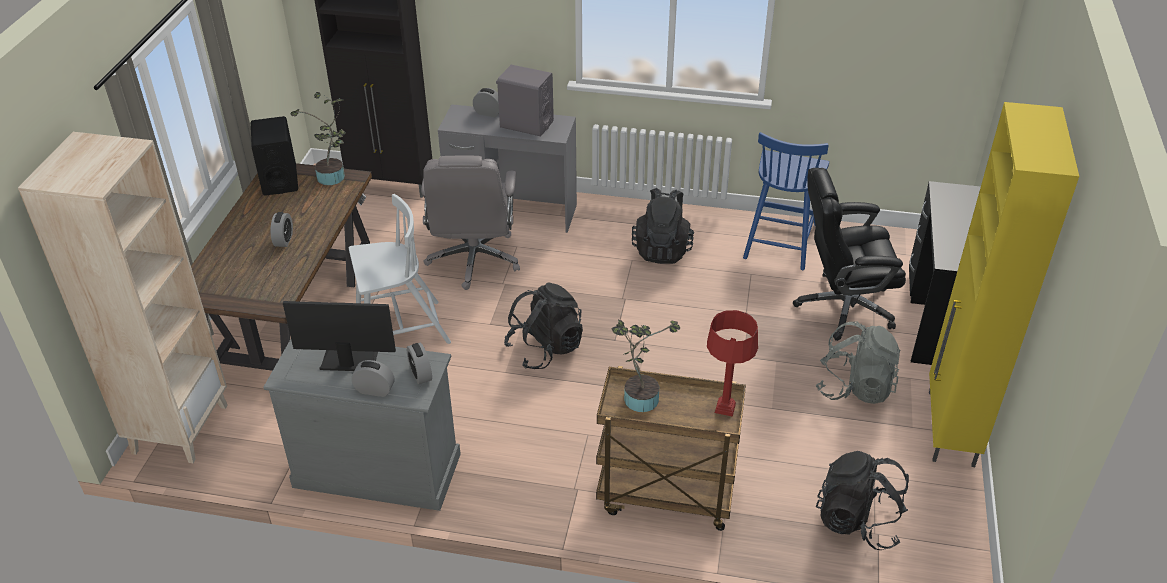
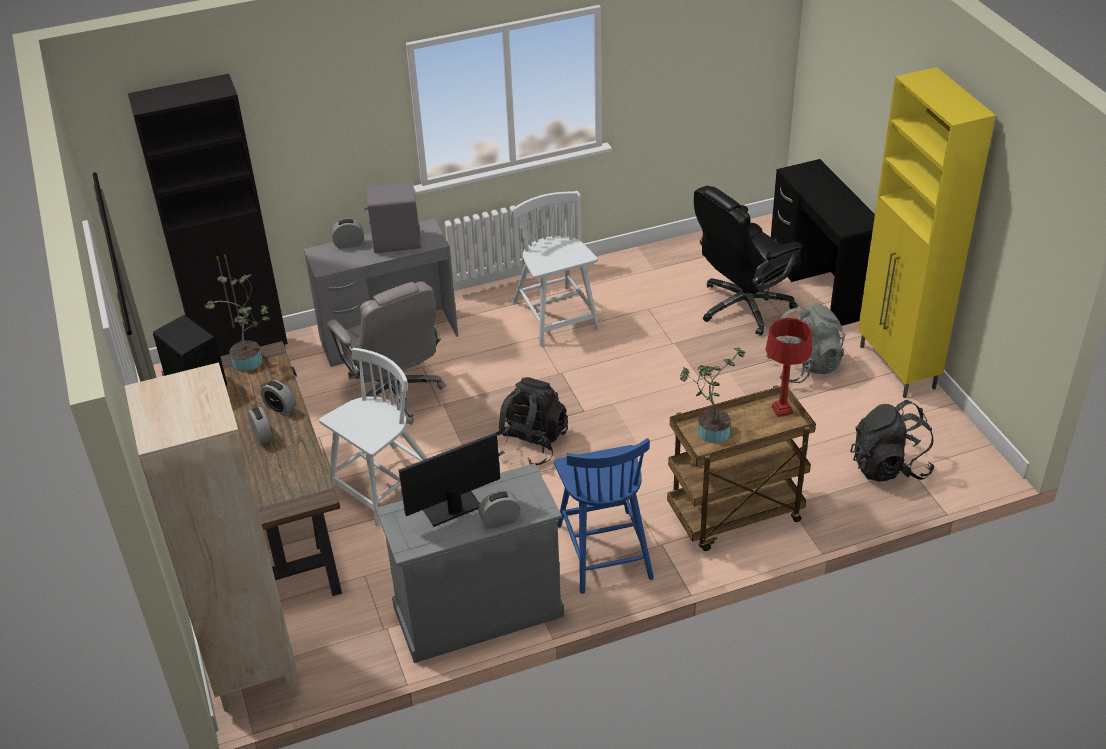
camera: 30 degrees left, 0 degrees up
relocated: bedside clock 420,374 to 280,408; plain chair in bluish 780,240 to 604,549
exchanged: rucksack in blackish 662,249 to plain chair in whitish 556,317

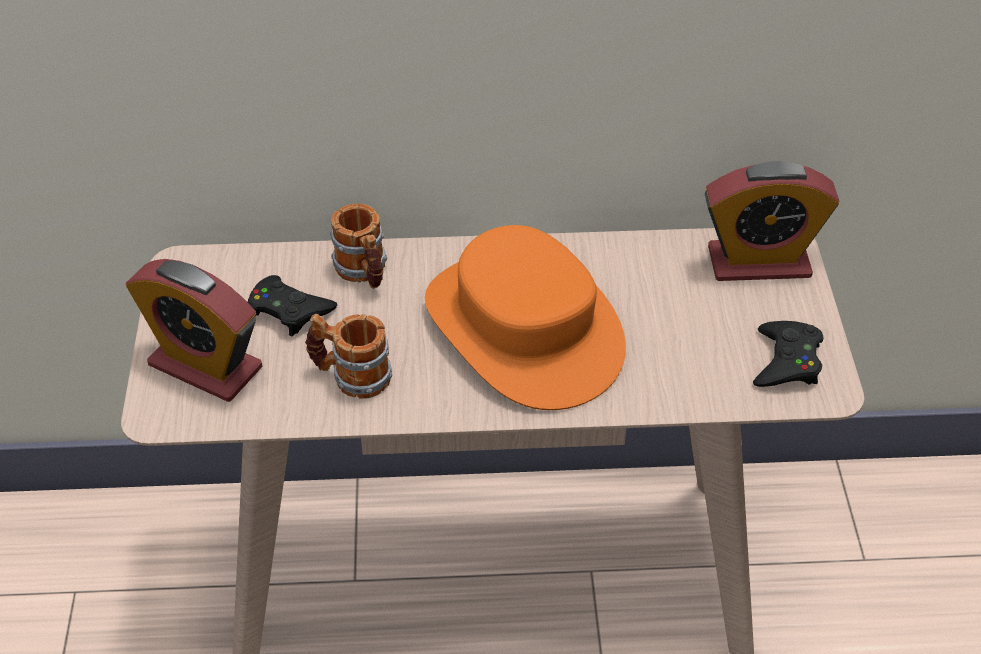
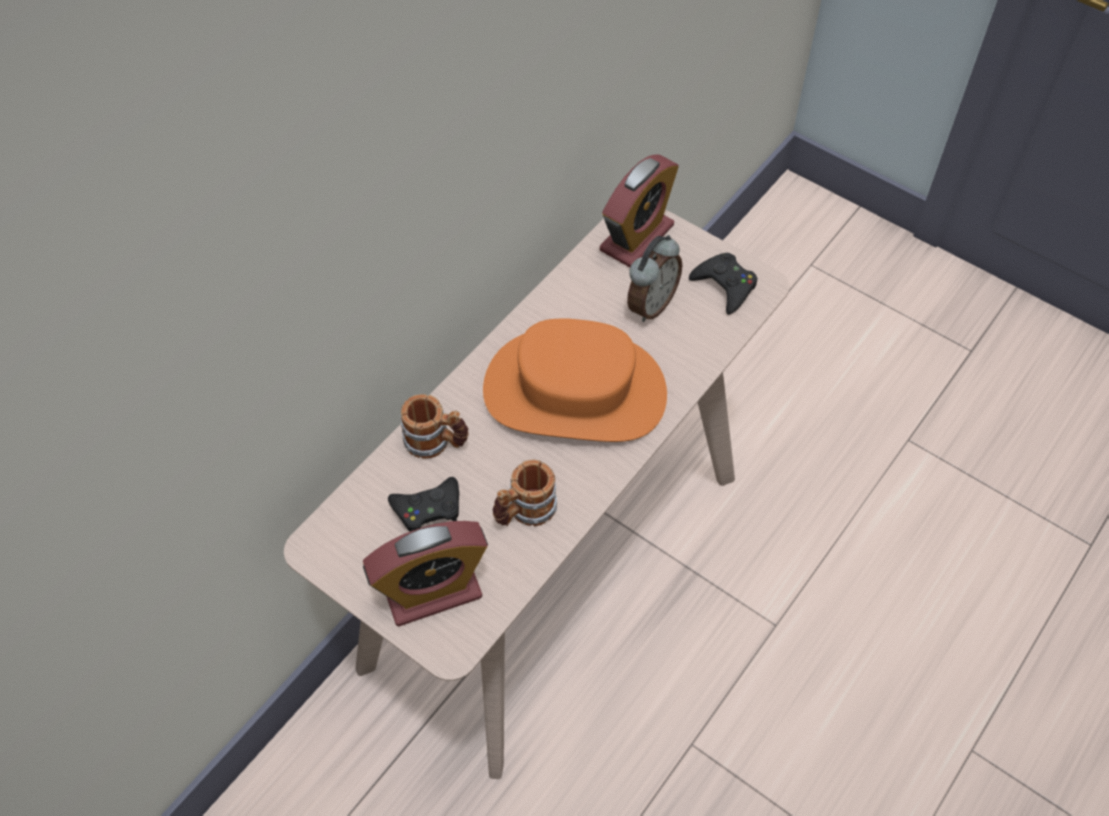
camera: 50 degrees left, 10 degrees up
appeared: bedside clock 650,304

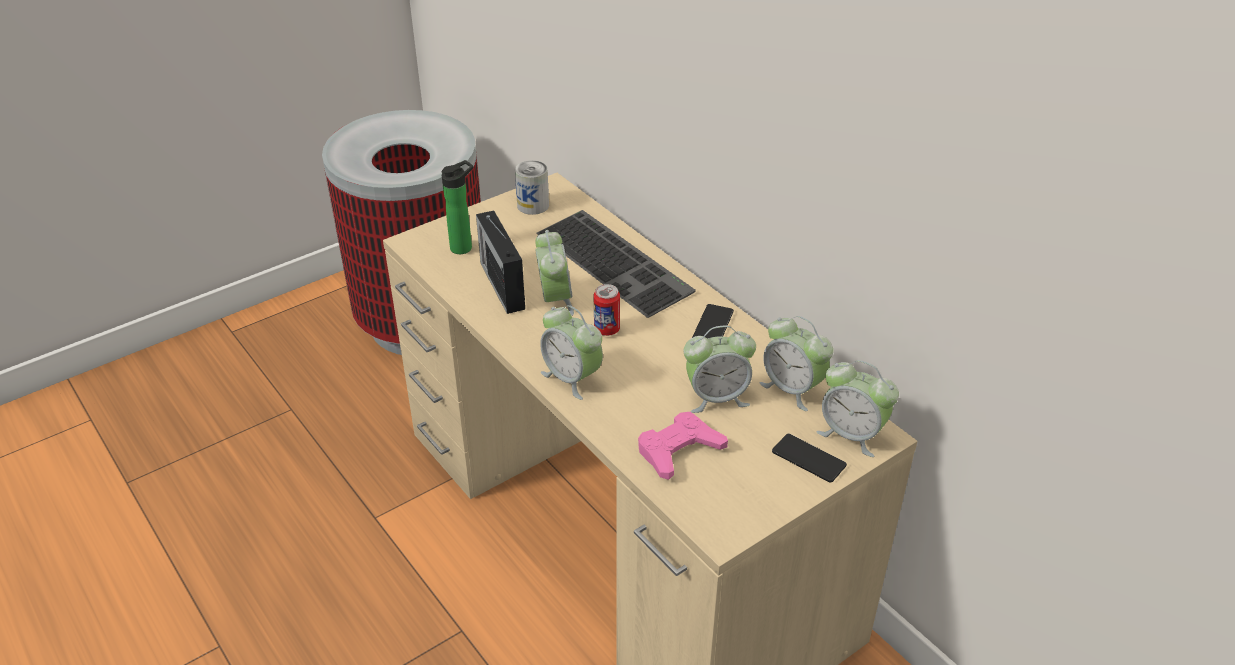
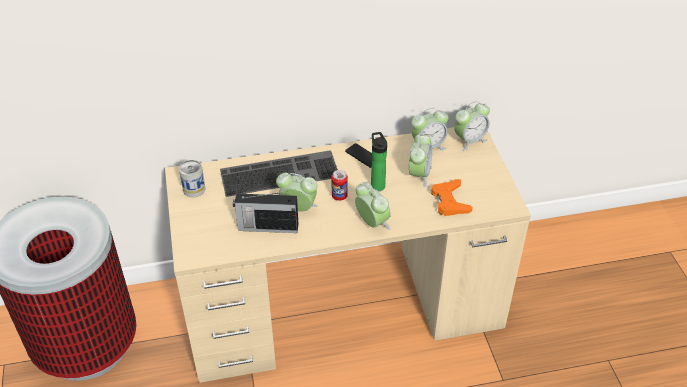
camera: 65 degrees left, 5 degrees up
missing: handset 808,459
relocated: beverage bottle 464,247 to 377,184
colour: game controller in pink 679,450 to game controller in orange-coloured 450,201
spun: bedside clock 572,378 = 372,223 105 degrees counterclockwise

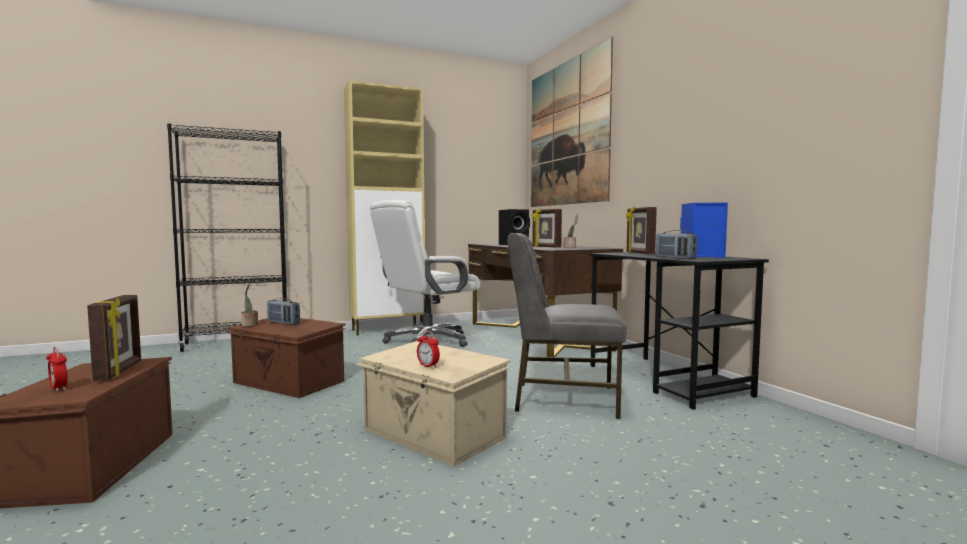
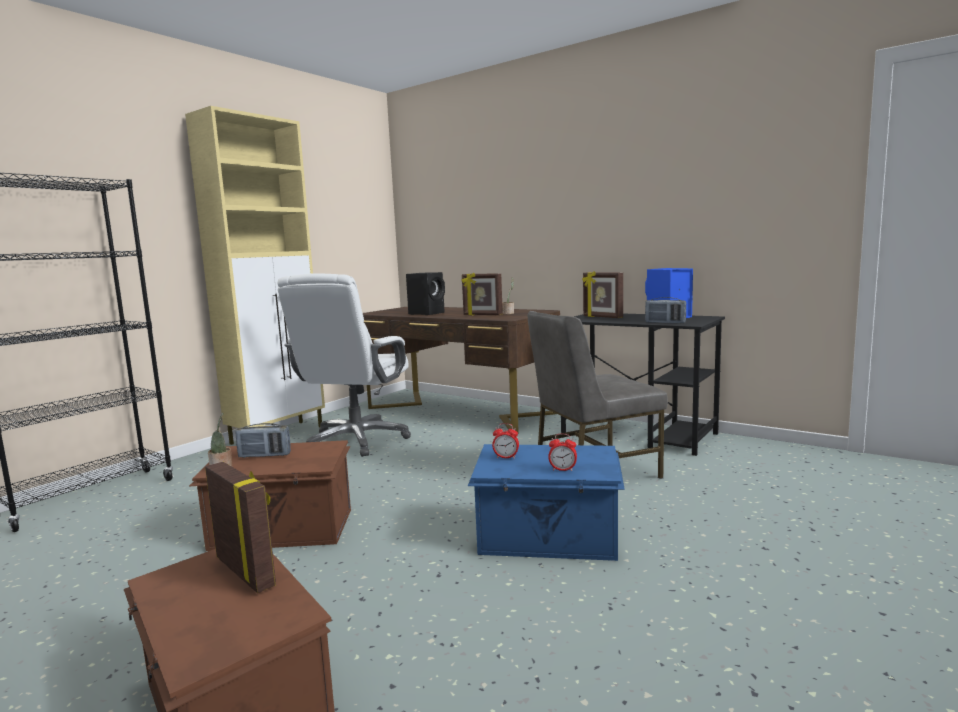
camera: 30 degrees left, 5 degrees up
missing: picture 567,133
relocated: bedside clock 58,388 to 506,457
colour: storage box in beige-coloured 433,434 to storage box in bluish 549,538

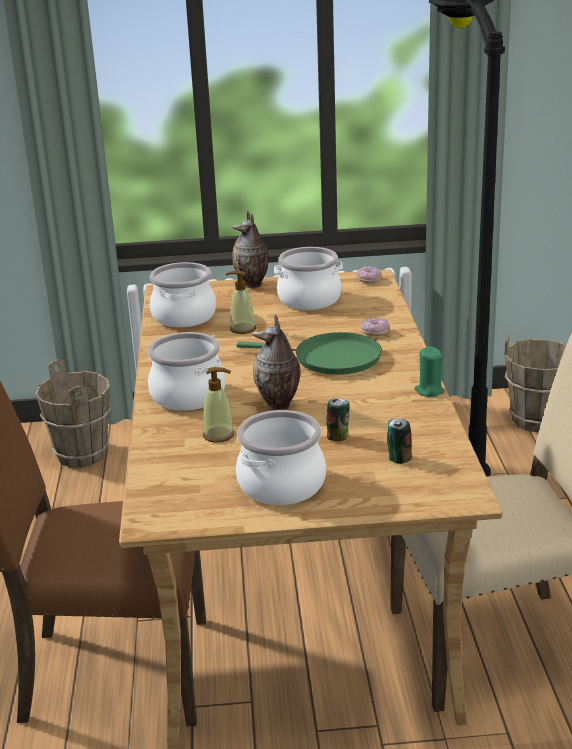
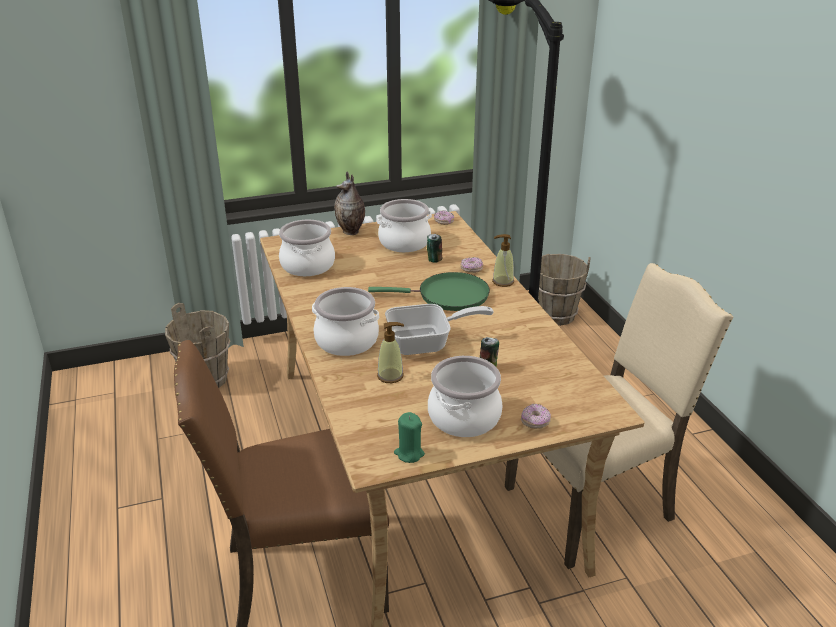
camera: 15 degrees left, 5 degrees up
appeared: doughnut 535,422
relocated: wax light in green 429,391 to 409,453; can 398,458 to 434,259; soap dispenser 242,329 to 502,282
exchanged: flower vase 279,405 to frying pan 427,343

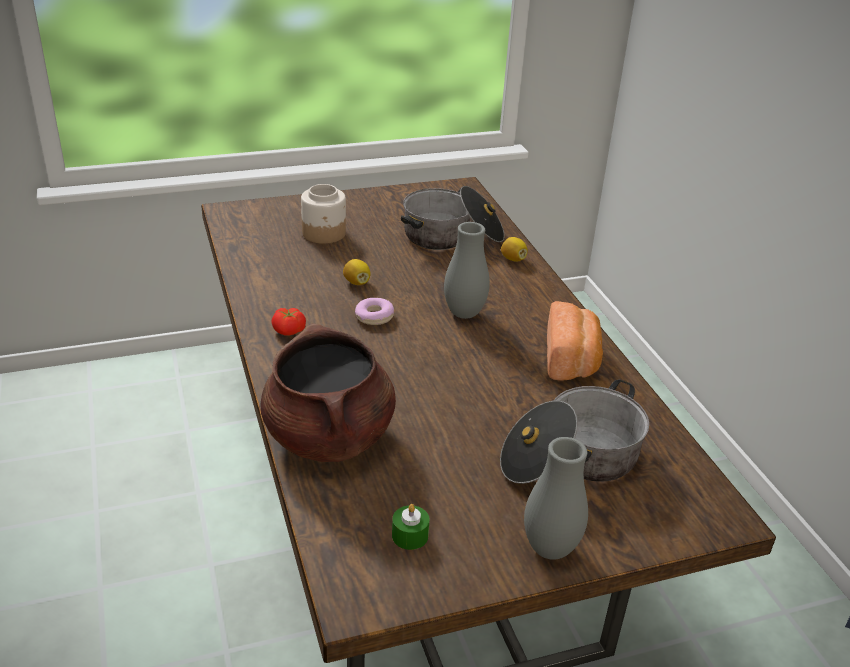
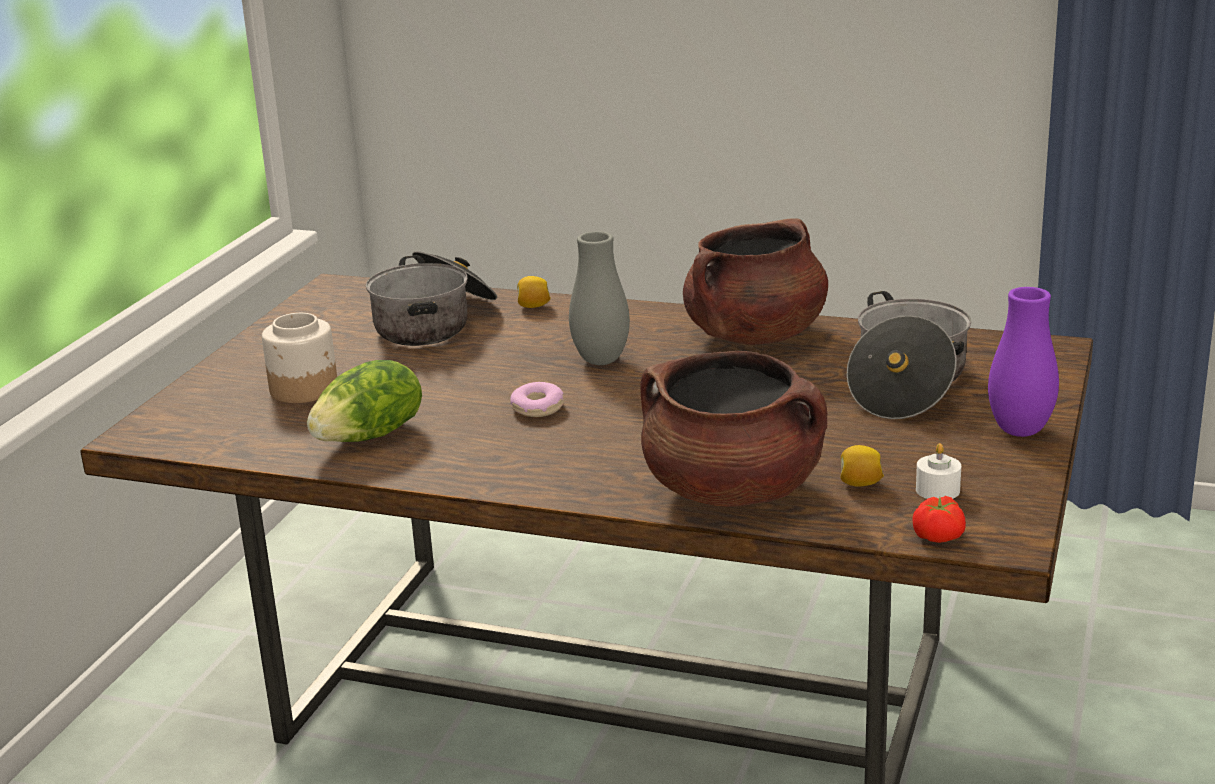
camera: 50 degrees left, 10 degrees down
appeared: lettuce head 371,436
relocated: citrus fruit 357,282 to 860,484; fresh tomato 289,331 to 939,536
exchanged: baked bread 571,360 to stockpot in brown-coloured 755,335
colour: wax light in green 410,535 to wax light in whitish 937,490; flower vase in gray 550,548 to flower vase in purplish 1020,431

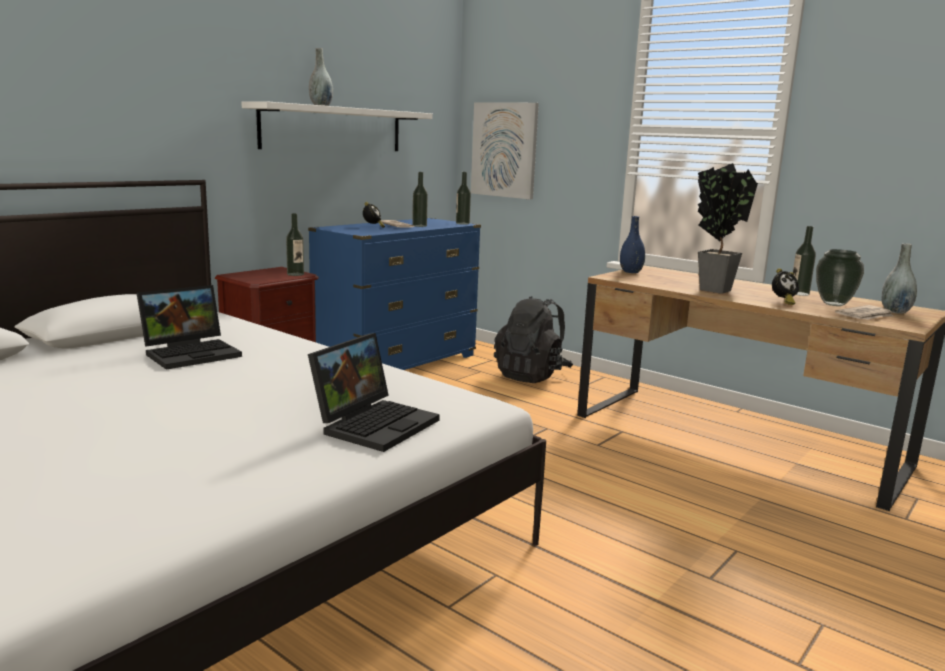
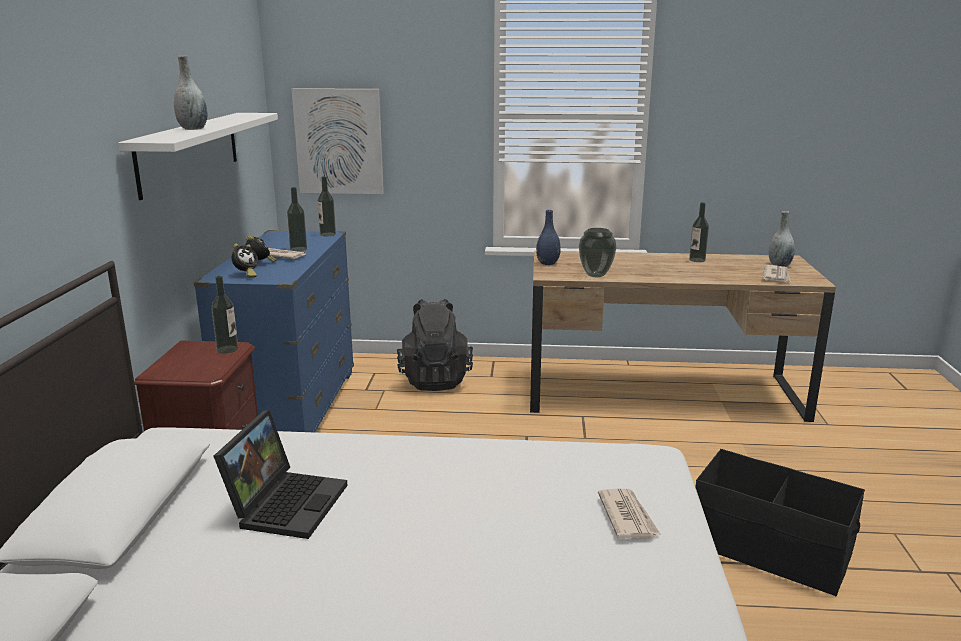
camera: 35 degrees left, 5 degrees up
missing: plant in a pot 711,289
appeared: storage box in blackish 769,550
relocated: bedside clock 782,302 to 246,275; flower vase 833,304 to 595,275
exchanged: laptop 375,423 to newspaper 627,516

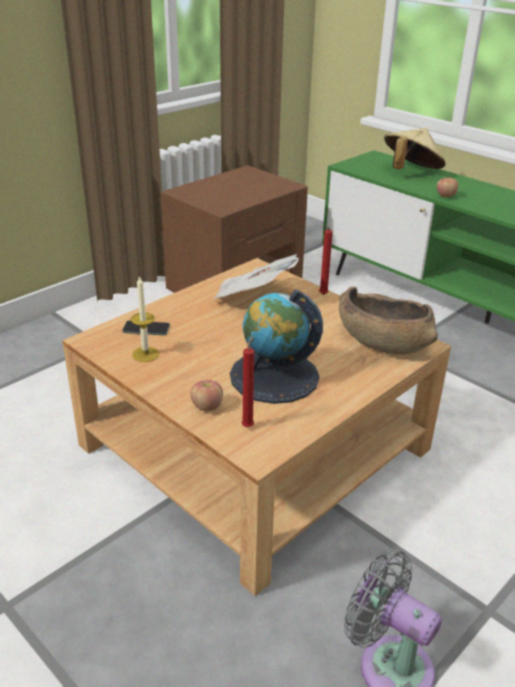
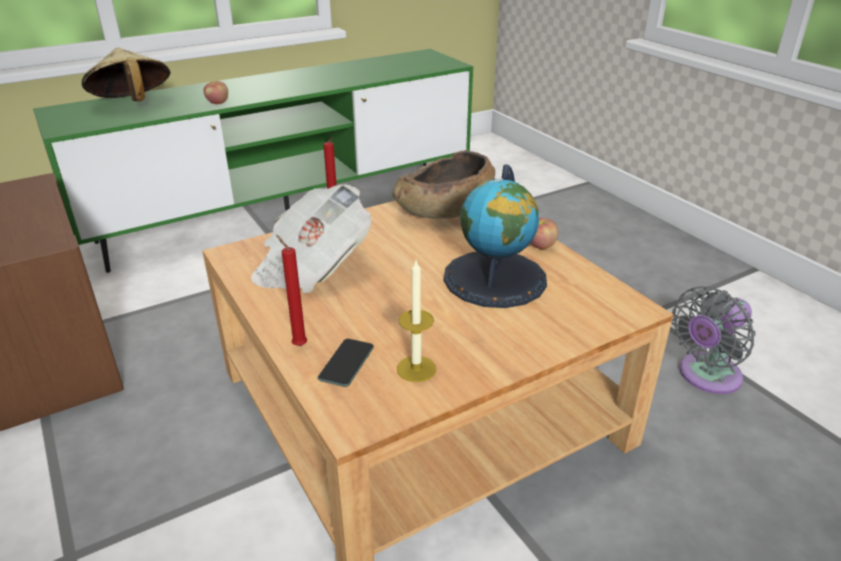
camera: 75 degrees left, 0 degrees up
relocated: wax light in red-coloured 248,426 to 298,345; apple 207,406 to 540,246

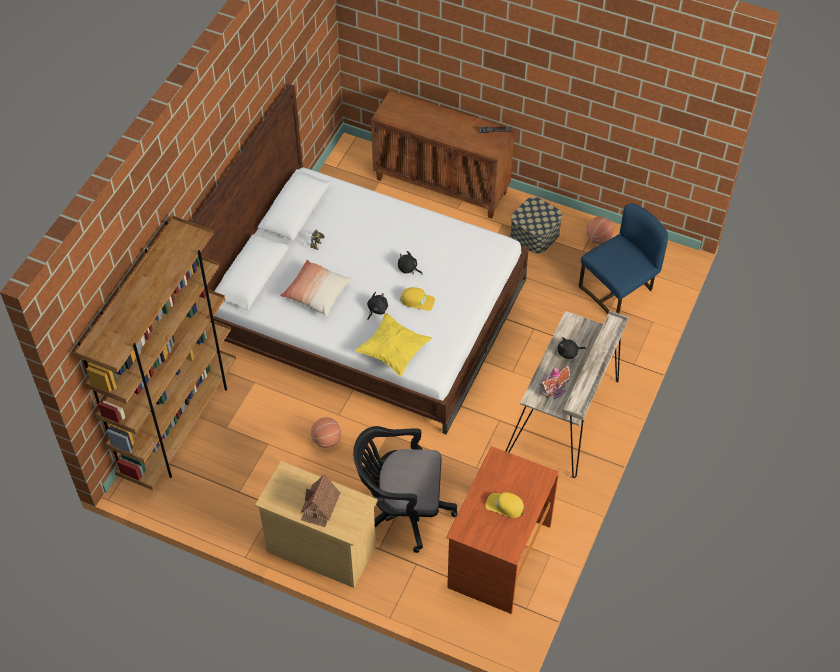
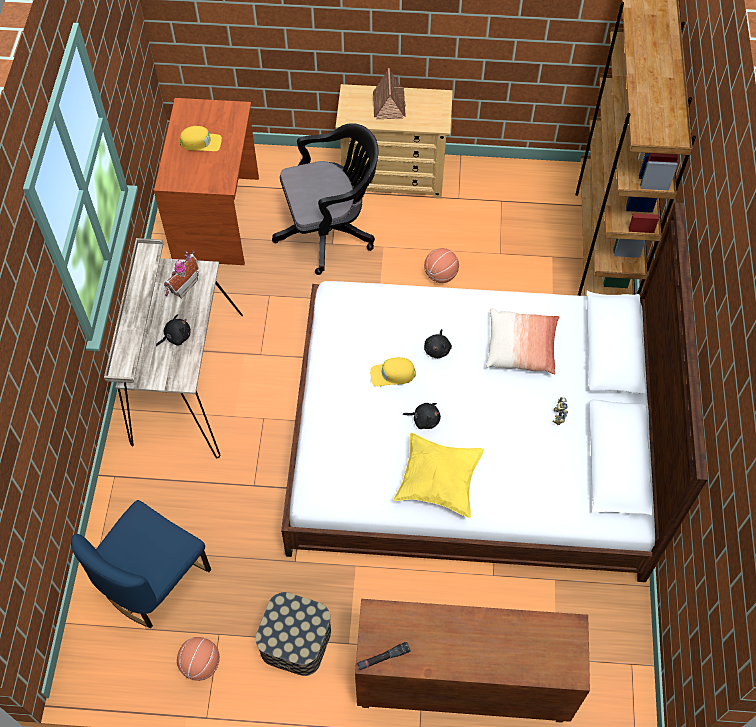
camera: 160 degrees right, 5 degrees up
relocated: pillow in yellow 393,352 to 438,482

